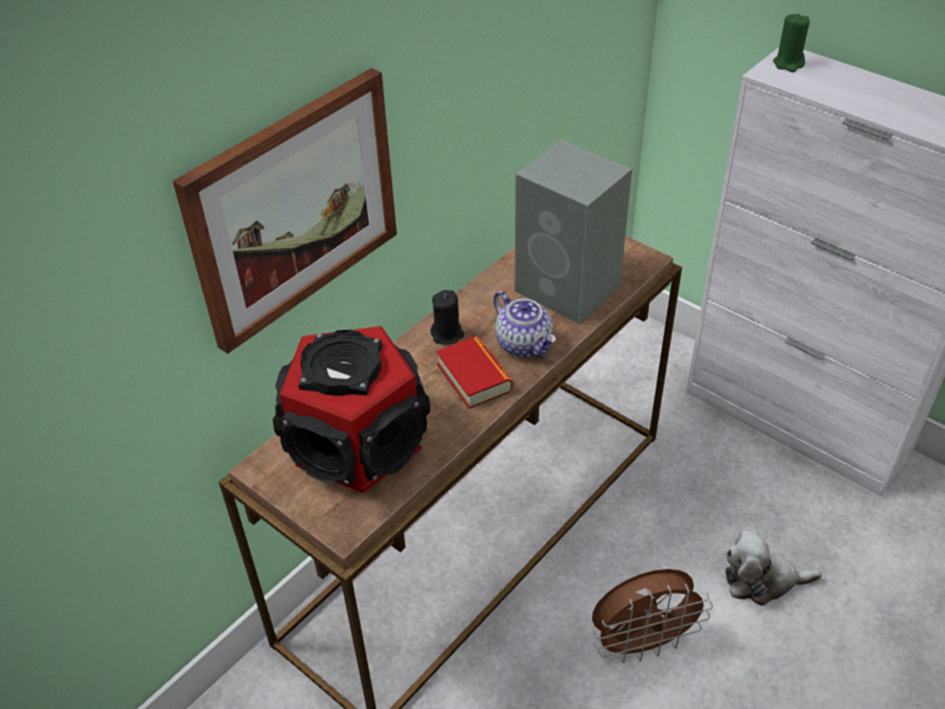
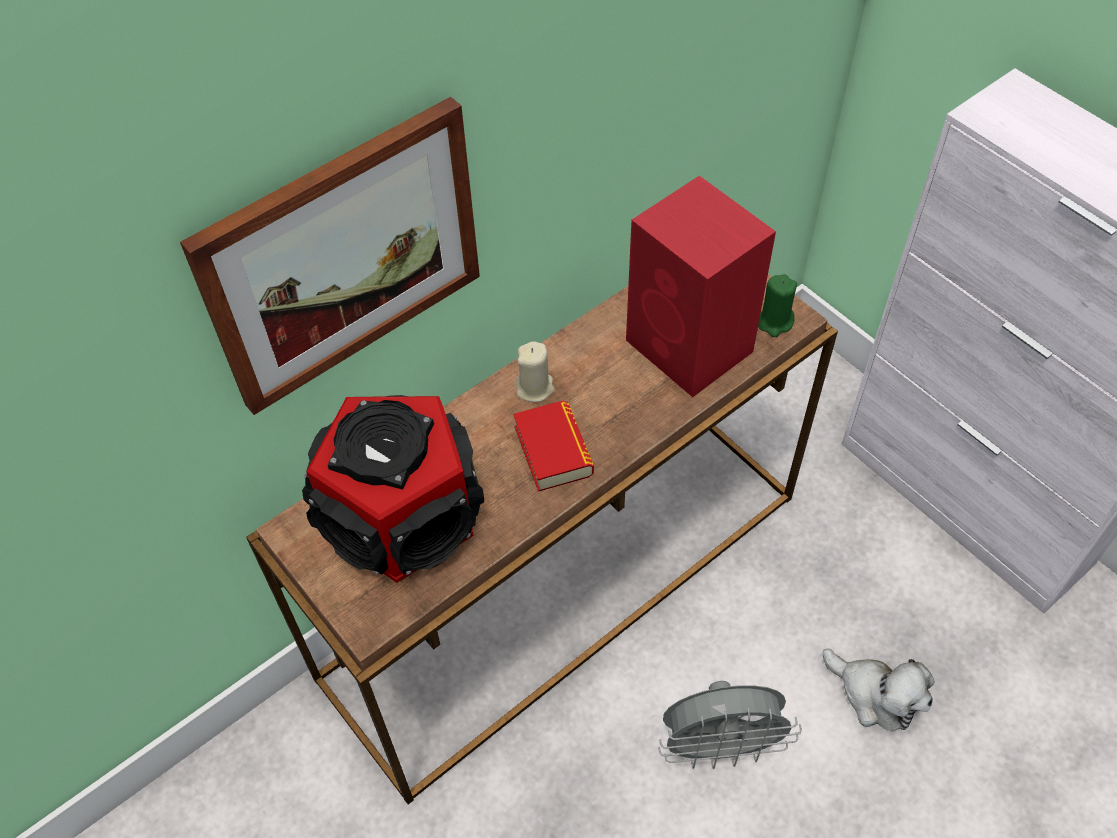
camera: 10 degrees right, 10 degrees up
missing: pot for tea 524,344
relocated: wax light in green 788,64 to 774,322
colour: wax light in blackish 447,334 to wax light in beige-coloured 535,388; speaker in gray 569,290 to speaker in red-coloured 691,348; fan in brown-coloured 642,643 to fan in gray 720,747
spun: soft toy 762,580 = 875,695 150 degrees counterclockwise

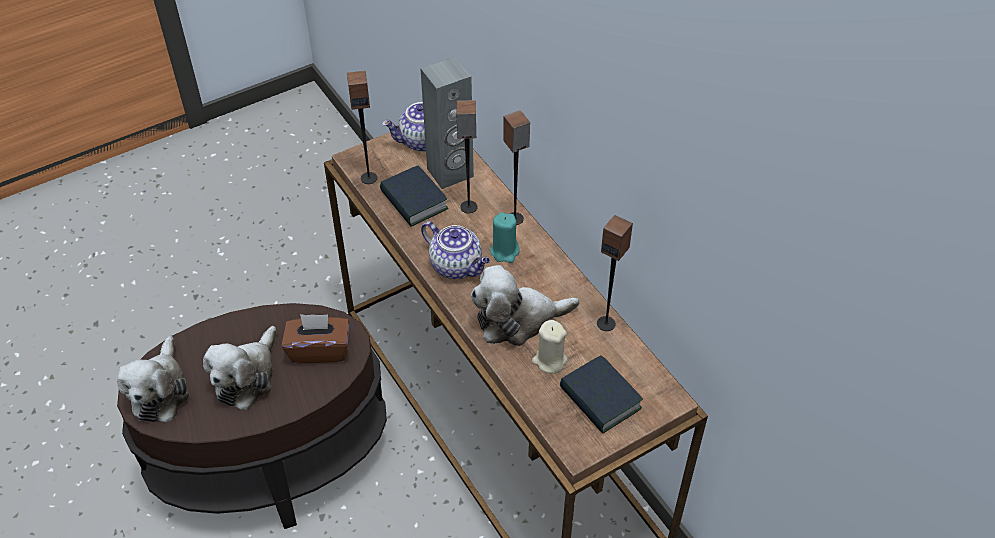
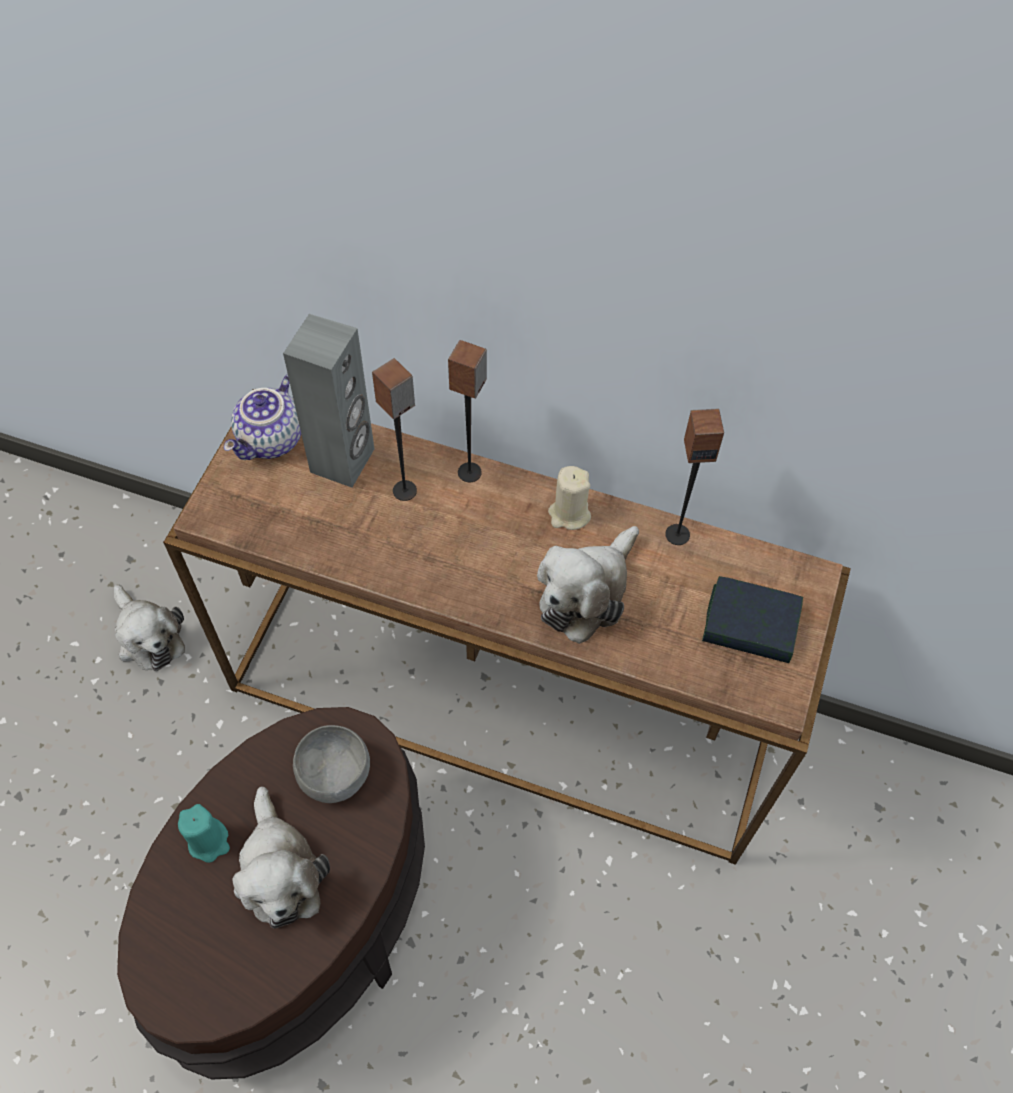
camera: 40 degrees left, 10 degrees up
missing: speaker 369,178; volume 414,201; pot for tea 457,266
relocated: soft toy 160,391 to 148,636; wax light in blue-green 505,251 to 209,841; wax light in beige-coloured 549,360 to 569,514
exchanged: tissue box in brown-coloured 319,350 to serving bowl in gray 334,775

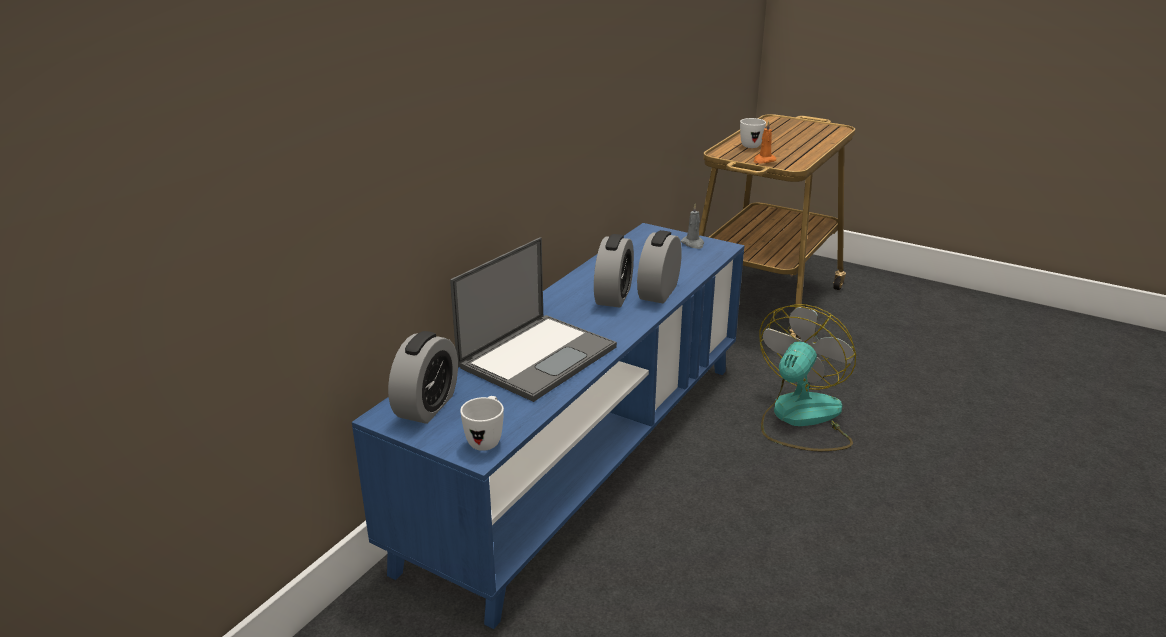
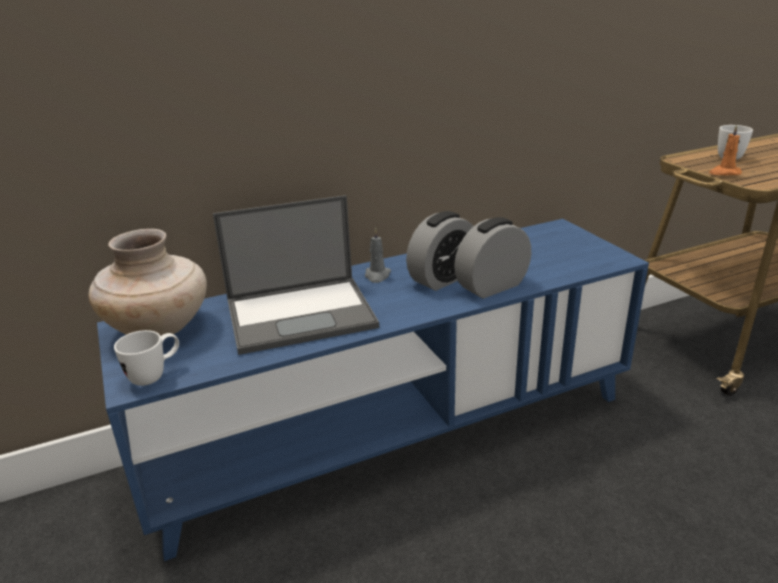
camera: 35 degrees right, 0 degrees up
missing: fan 800,419
relocated: wax light in gray 693,244 to 377,276
exchanged: bedside clock 427,406 to flower vase in beige-coloured 159,328

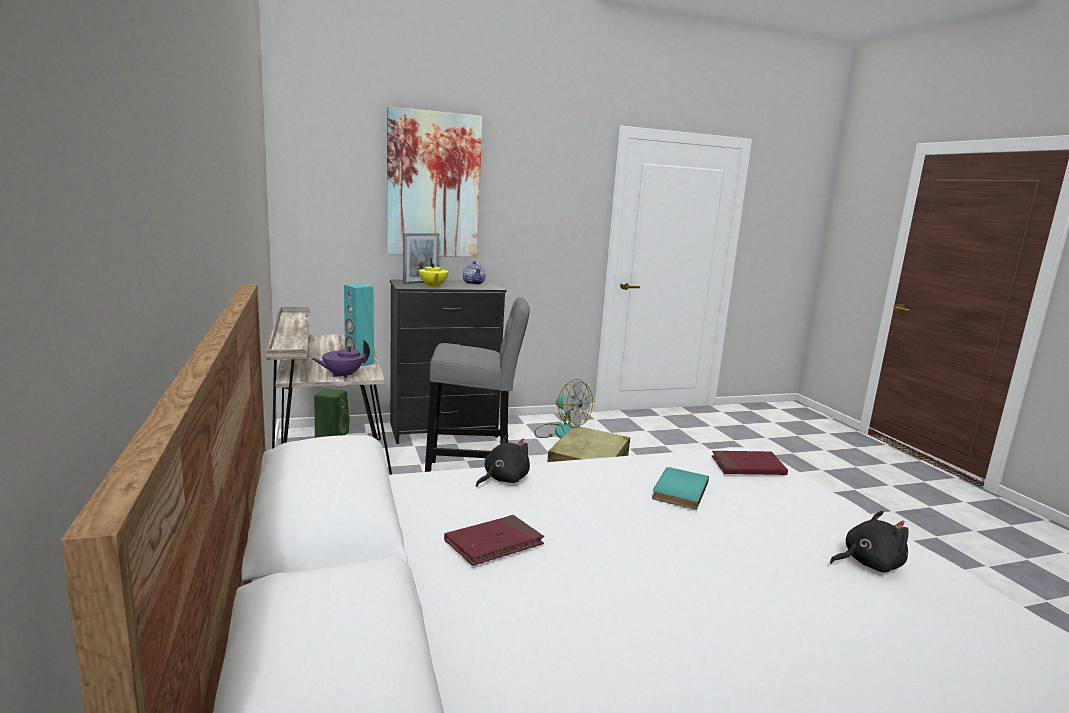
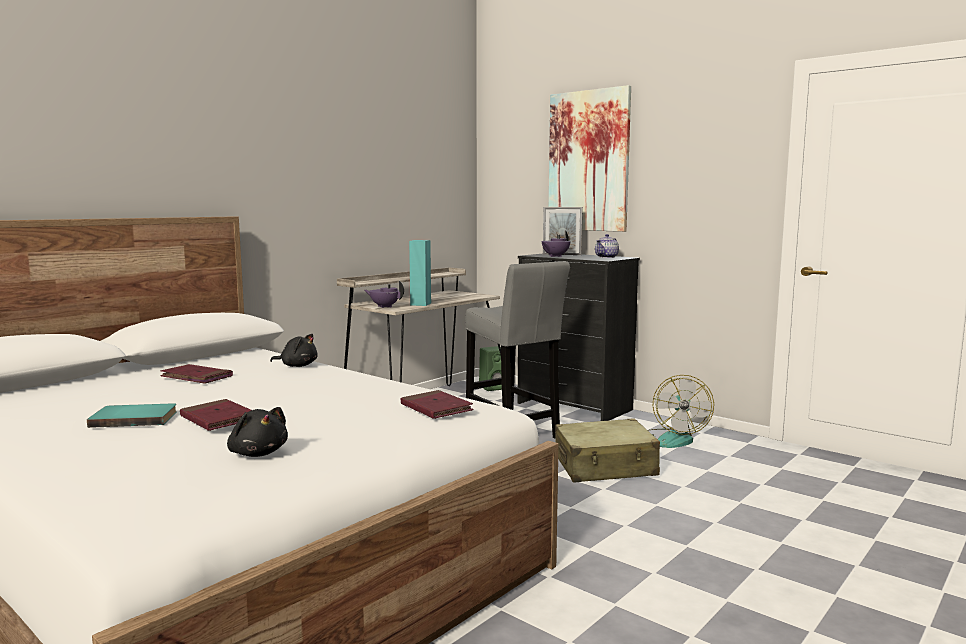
camera: 60 degrees right, 5 degrees down
appeared: volume in red-coloured 218,419
relocated: volume in blue-green 678,490 to 135,418
colour: pot for tea in yellow 433,286 to pot for tea in purplish 555,256

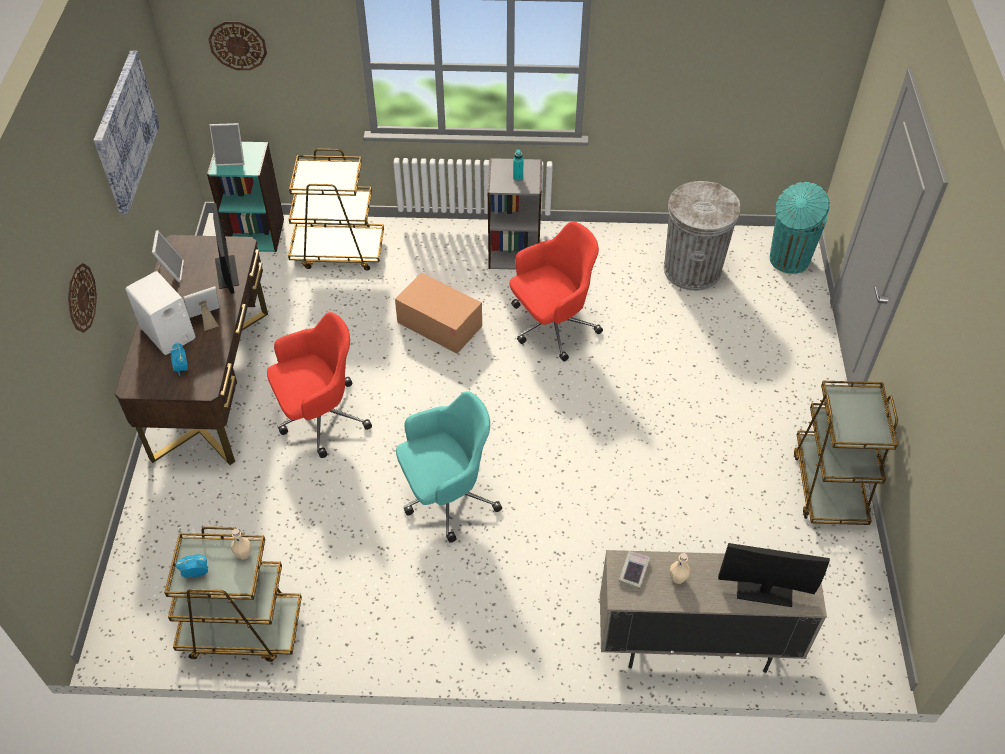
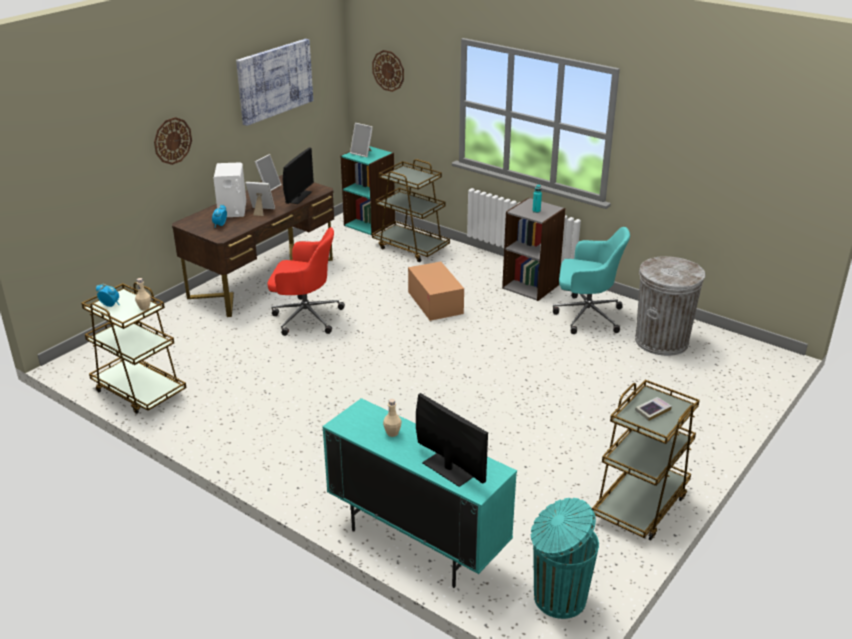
camera: 35 degrees right, 20 degrees down
missing: office chair in red-coloured 551,326
relocated: trash can in blue-green 788,260 to 558,598; office chair in blue-green 446,497 to 586,315; volume 633,571 to 652,410
colour: cabinet in beige-coloured 694,644 to cabinet in blue-green 416,543

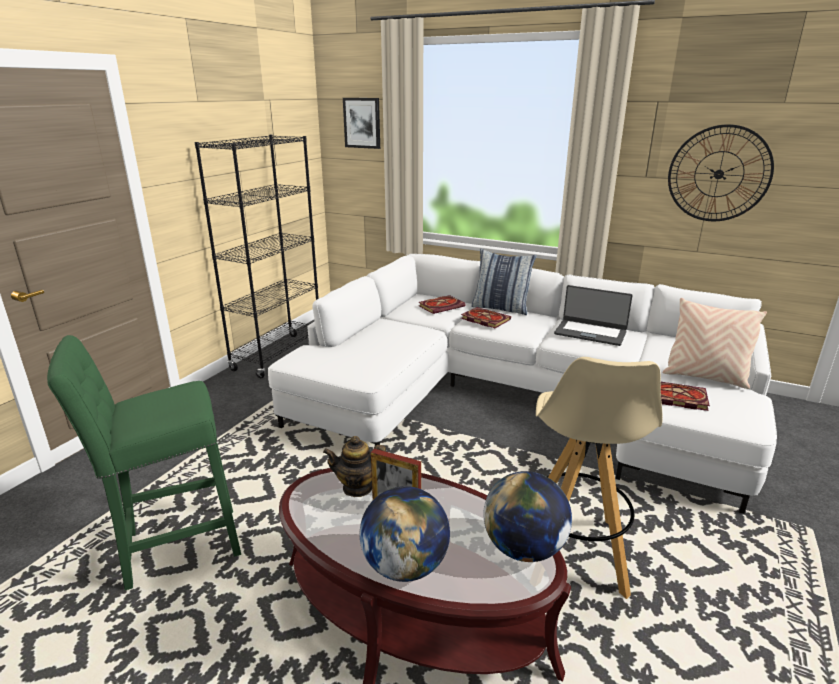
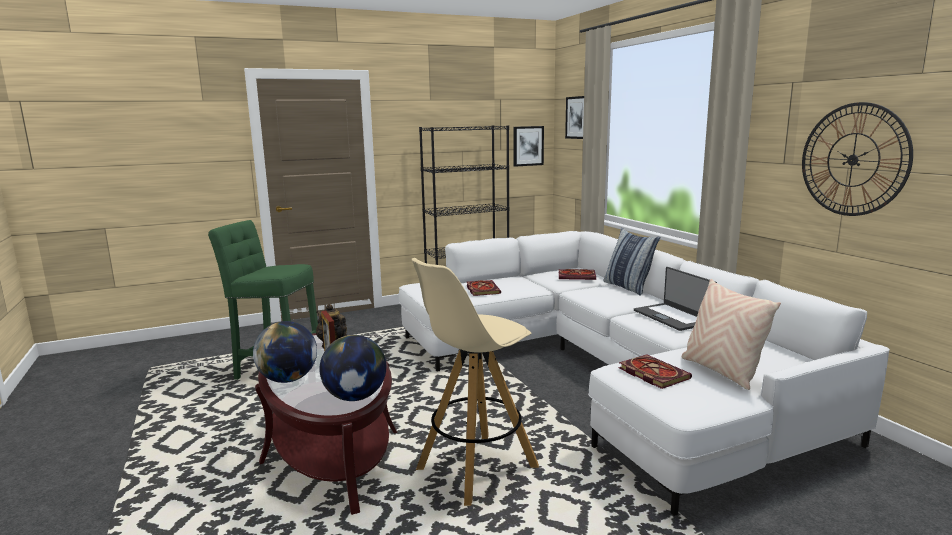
camera: 40 degrees right, 10 degrees down
appeared: picture 528,146
relocated: volume 484,319 to 482,289

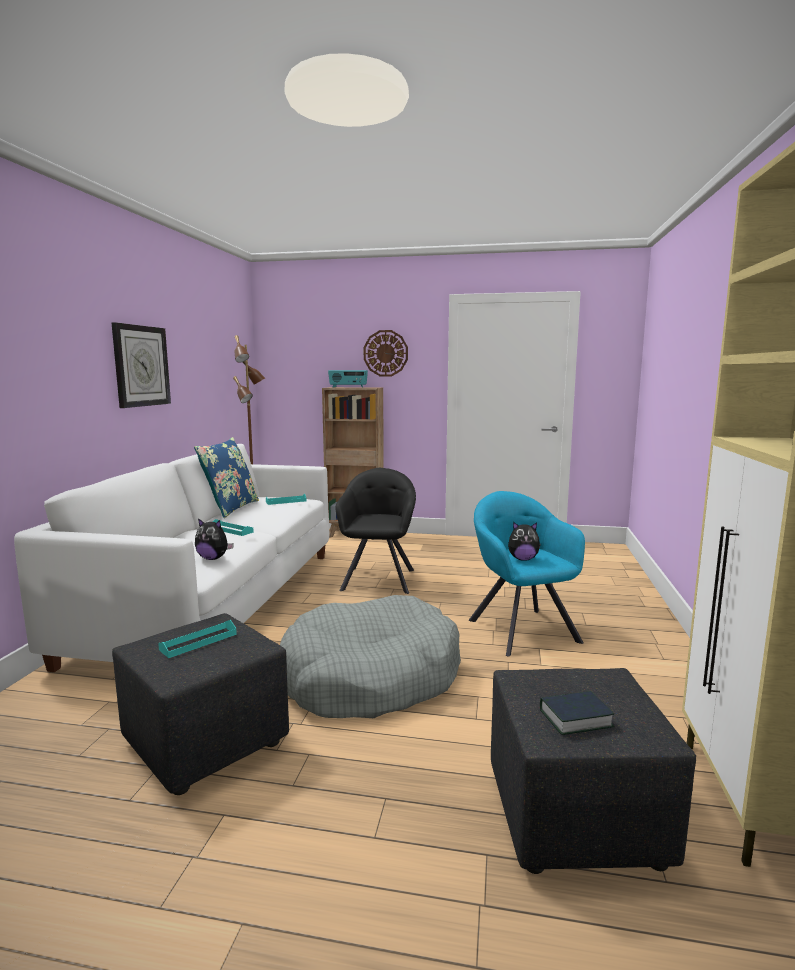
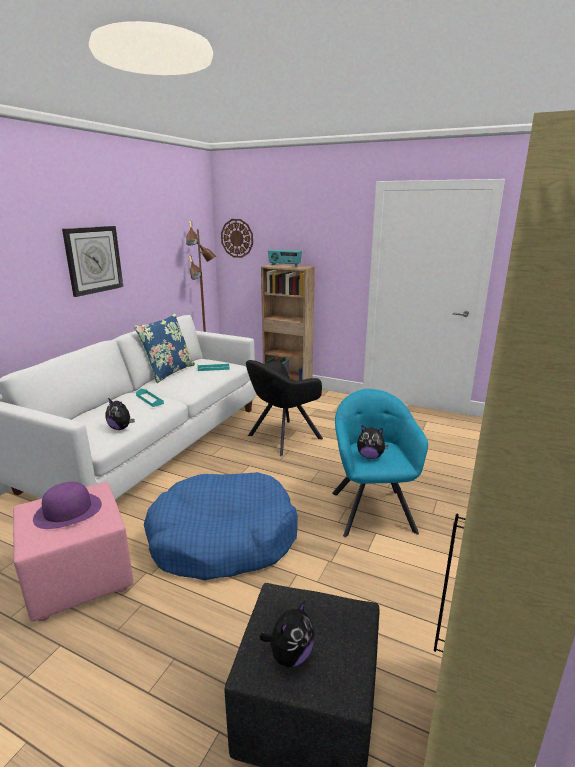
camera: 15 degrees right, 10 degrees up
relocated: clock on the wall 385,353 to 237,238
exchanged: tray in blue-green 198,642 to hat in purplish 68,511; volume 575,718 to soft toy 290,655
colour: footrest in blackish 208,743 to footrest in pink 81,578; dog cushion in gray 369,677 to dog cushion in bluish 223,538
spun: lounge chair in blackish 378,578 = 282,438 150 degrees counterclockwise

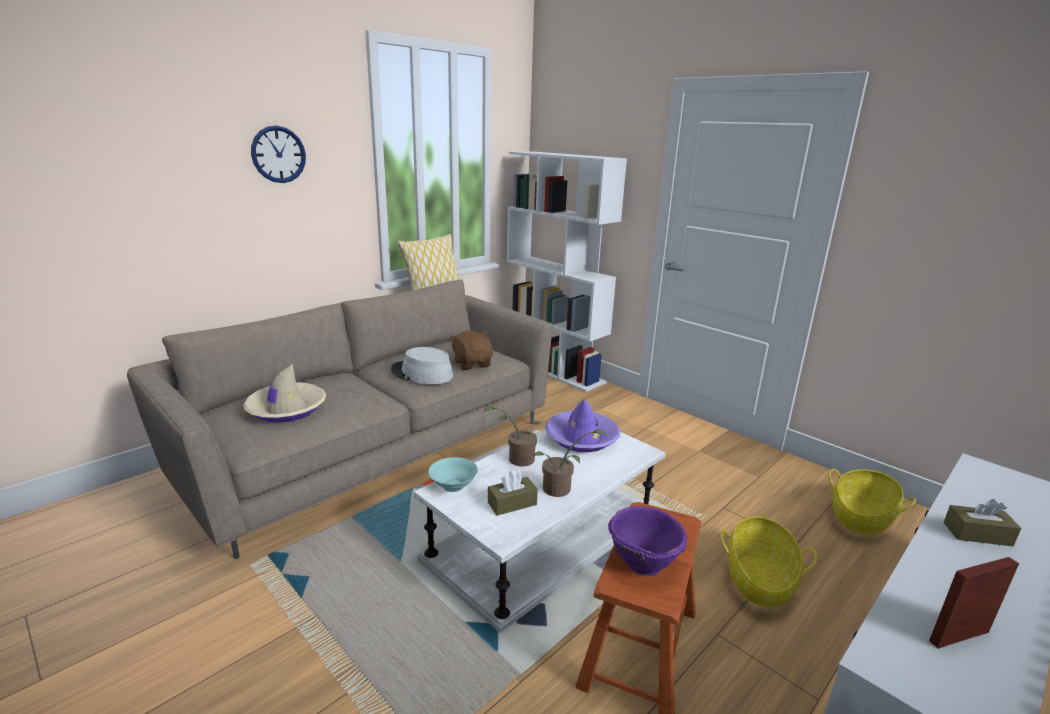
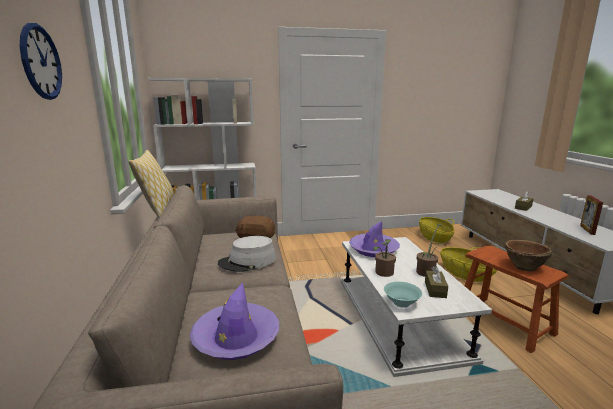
camera: 55 degrees left, 5 degrees down
colour: hat in beige-coloured 286,409 to hat in purplish 236,338; serving bowl in purplish 642,562 to serving bowl in brown-coloured 523,267

